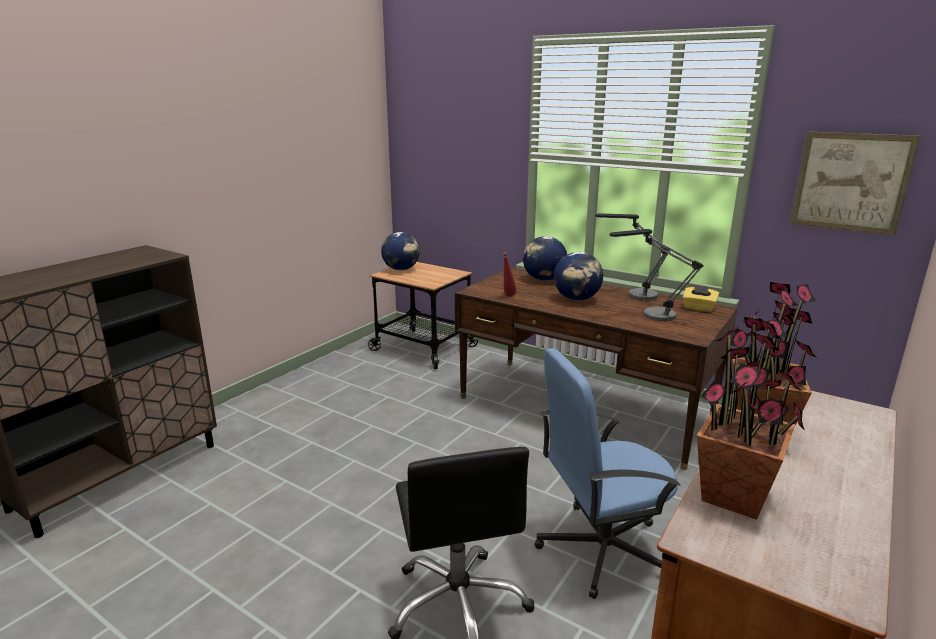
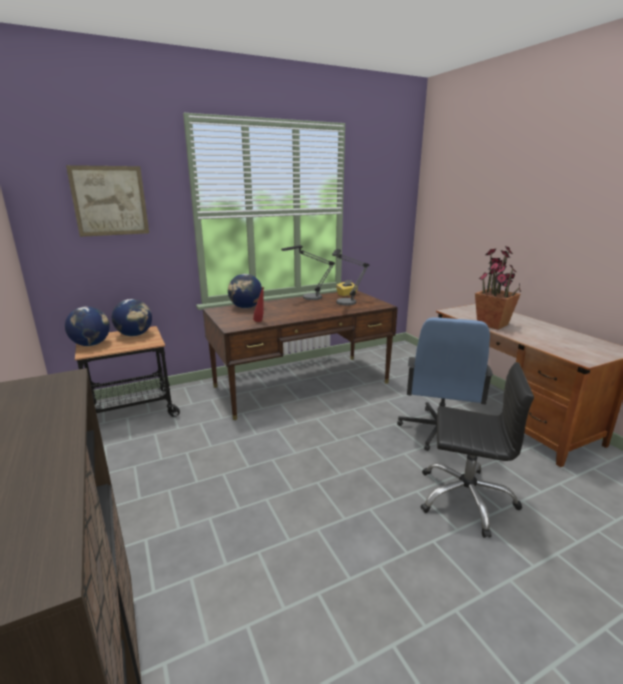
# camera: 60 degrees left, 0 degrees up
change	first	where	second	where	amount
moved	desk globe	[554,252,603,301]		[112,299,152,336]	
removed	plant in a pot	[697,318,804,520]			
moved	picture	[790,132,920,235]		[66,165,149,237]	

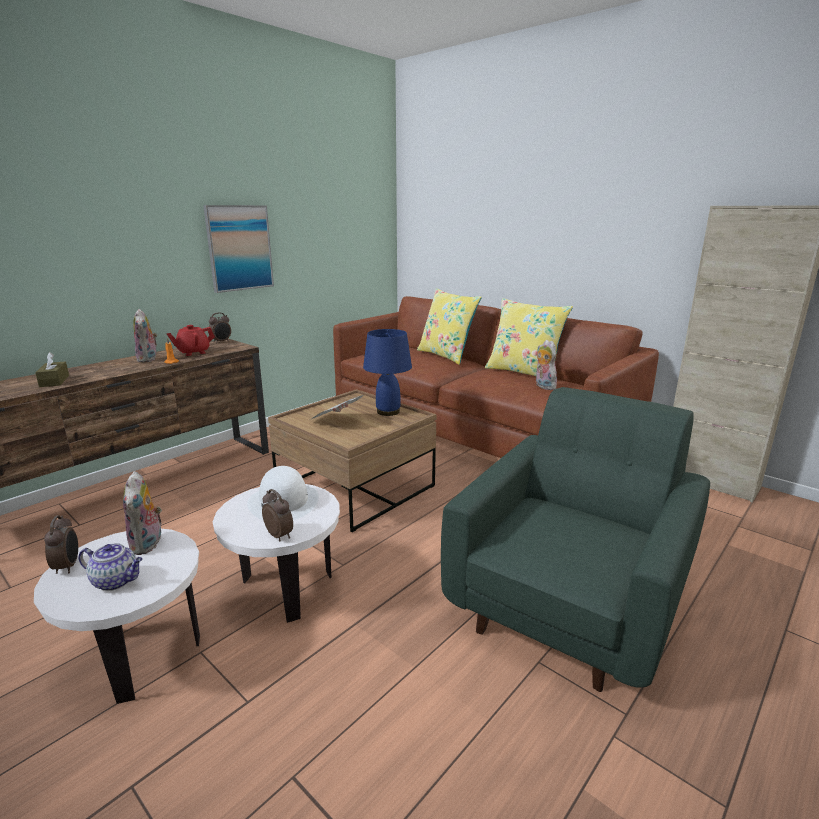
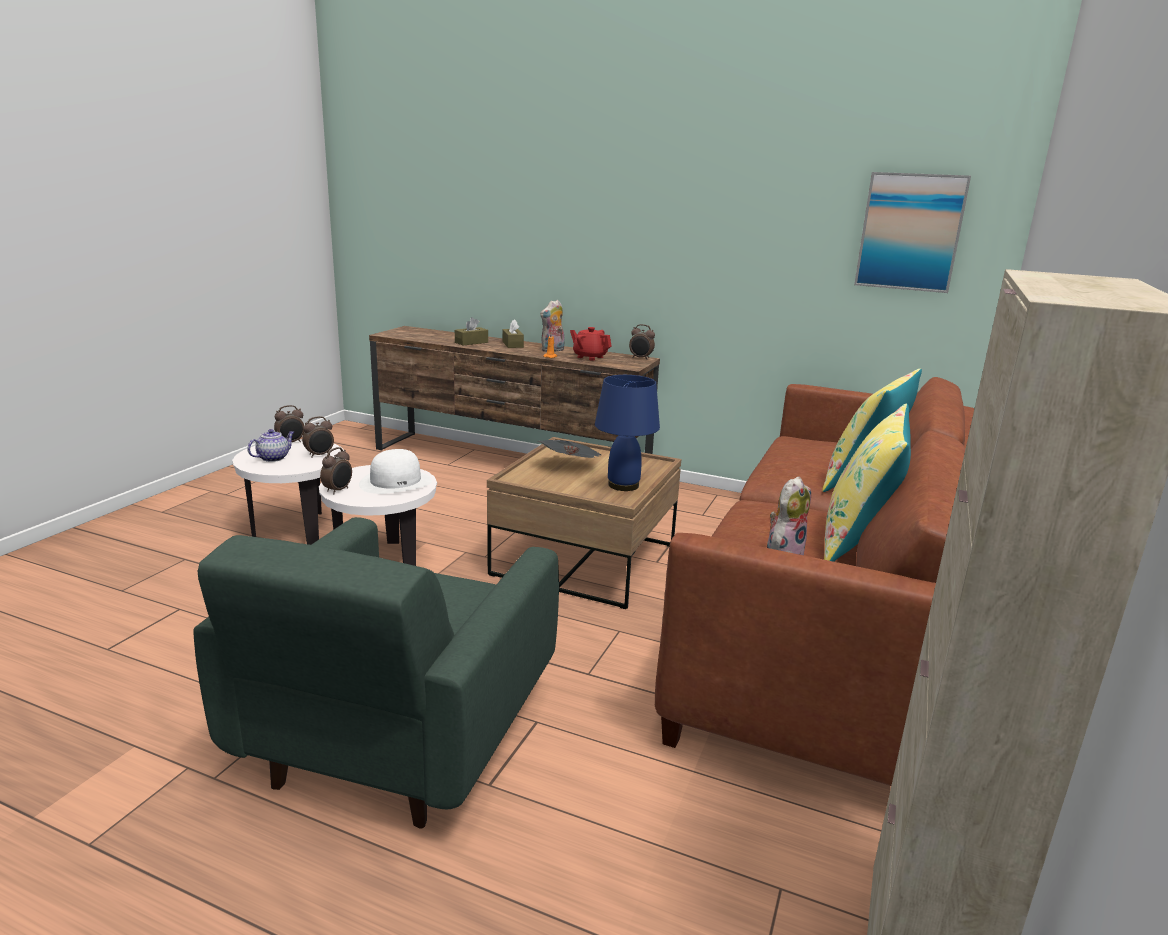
# camera: 70 degrees right, 0 degrees up
change	first	where	second	where	amount
turned	teapot	[78,543,143,591]		[247,429,294,462]	135 degrees counterclockwise
replaced	plush toy	[123,471,162,555]	alarm clock	[302,416,334,458]	
moved	picture	[203,205,274,293]		[854,172,971,293]	
turned	greenish armchair	[441,387,710,692]		[193,517,559,828]	90 degrees clockwise
added			brown-coloured box of tissues	[502,319,524,348]	

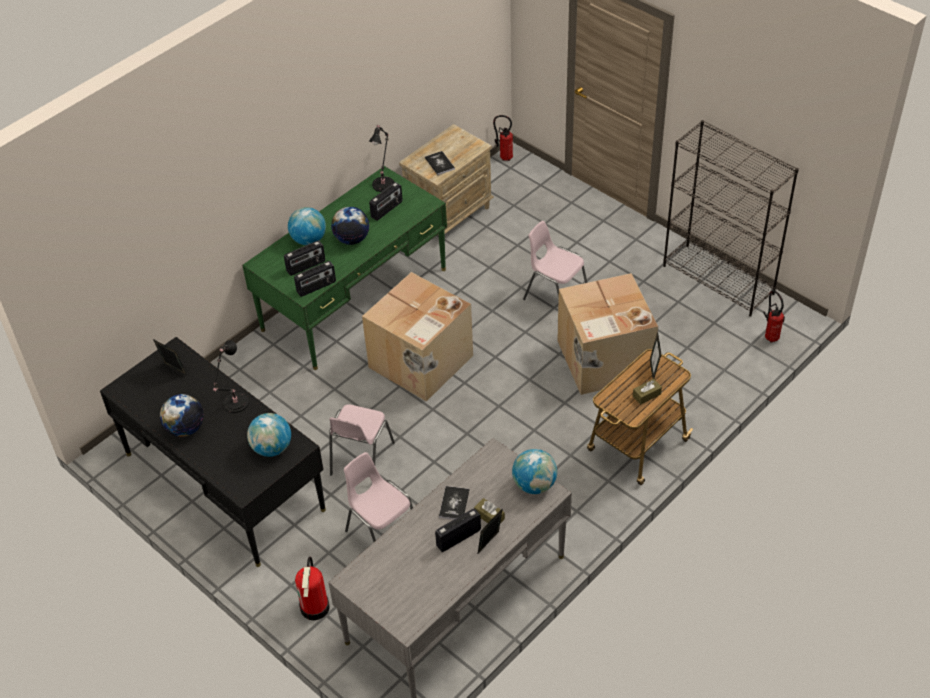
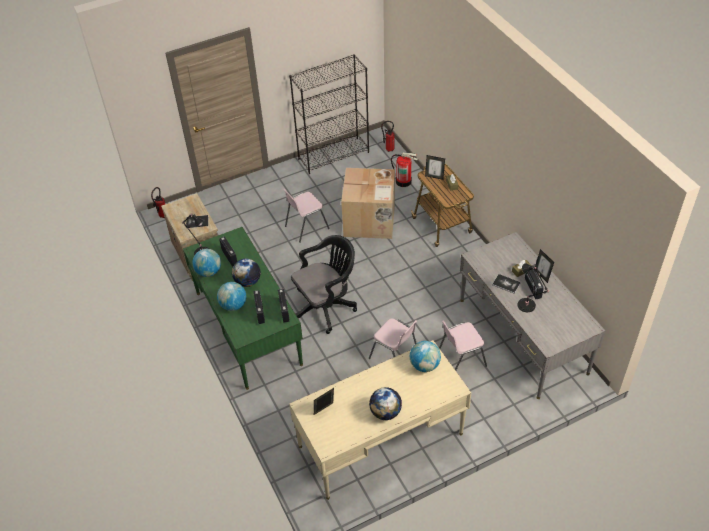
# camera: 70 degrees left, 0 degrees up
change	first	where	second	where	amount
recoloured	blackish desk table	[100,337,326,567]	beige desk table	[289,340,471,500]	
moved	blackish tabletop lamp	[213,340,249,413]		[517,263,549,312]	
moved	fire extinguisher	[295,556,330,620]		[391,153,418,187]	
replaced	carton	[362,272,473,402]	blackish desk chair	[291,235,357,334]	
moved	desk globe	[512,449,557,494]		[193,249,221,277]	

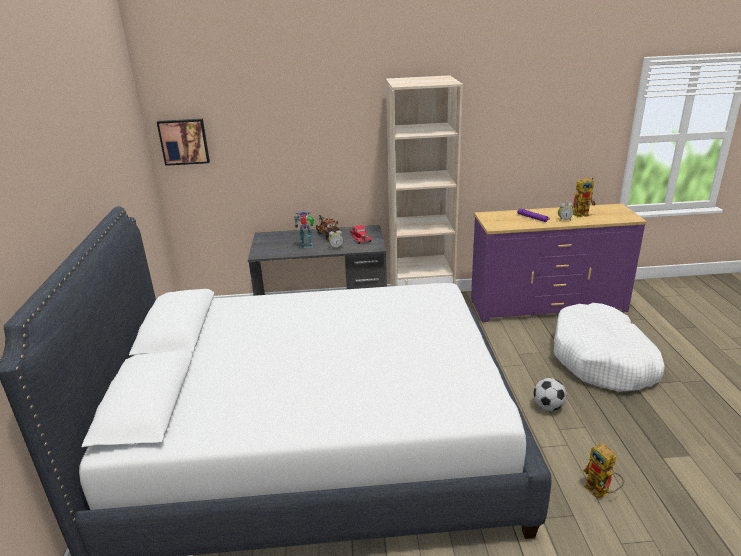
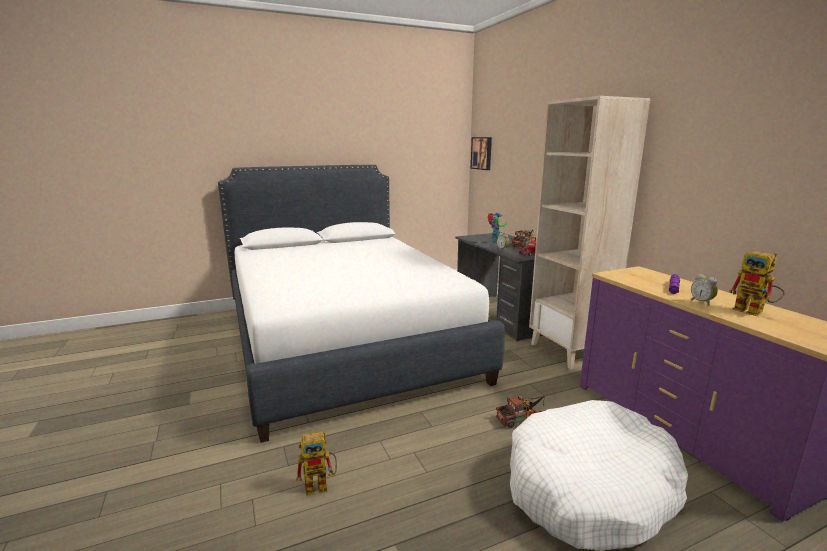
# camera: 70 degrees right, 10 degrees down
change	first	where	second	where	amount
removed	ball for football	[534,378,567,411]			
turned	model robot	[583,443,624,499]		[296,431,337,496]	150 degrees counterclockwise
added			toy lorry	[496,395,545,428]	

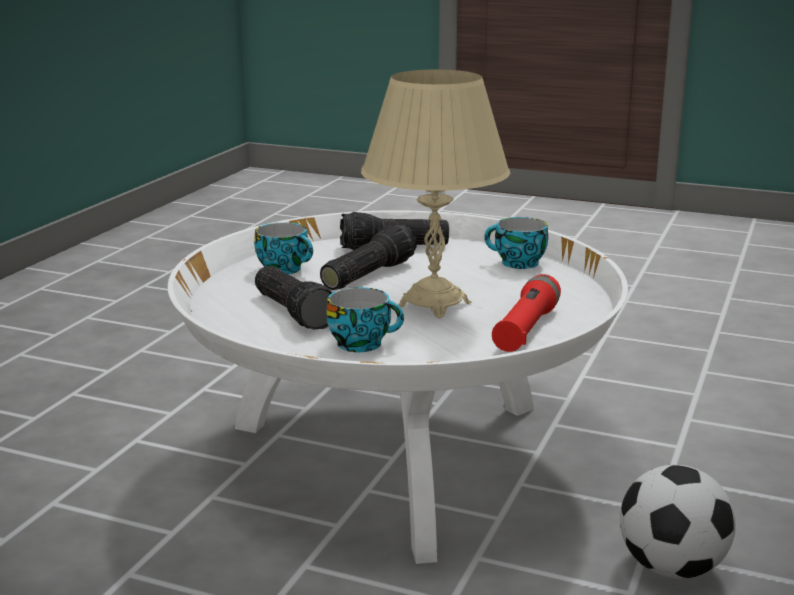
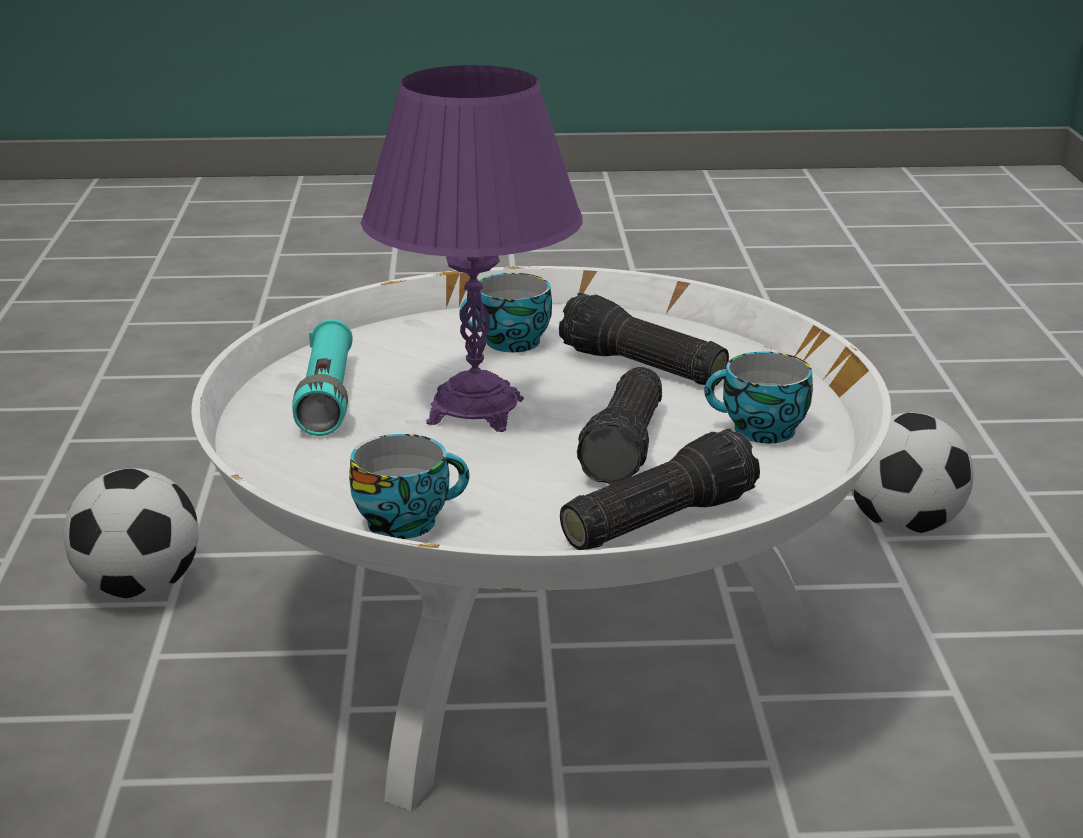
# camera: 155 degrees right, 5 degrees up
change	first	where	second	where	amount
recoloured	beige tabletop lamp	[361,70,510,318]	purplish tabletop lamp	[361,65,583,432]	
recoloured	reddish torch	[492,274,561,352]	turquoise torch	[292,319,353,436]	
added			ball for football	[851,413,974,534]	

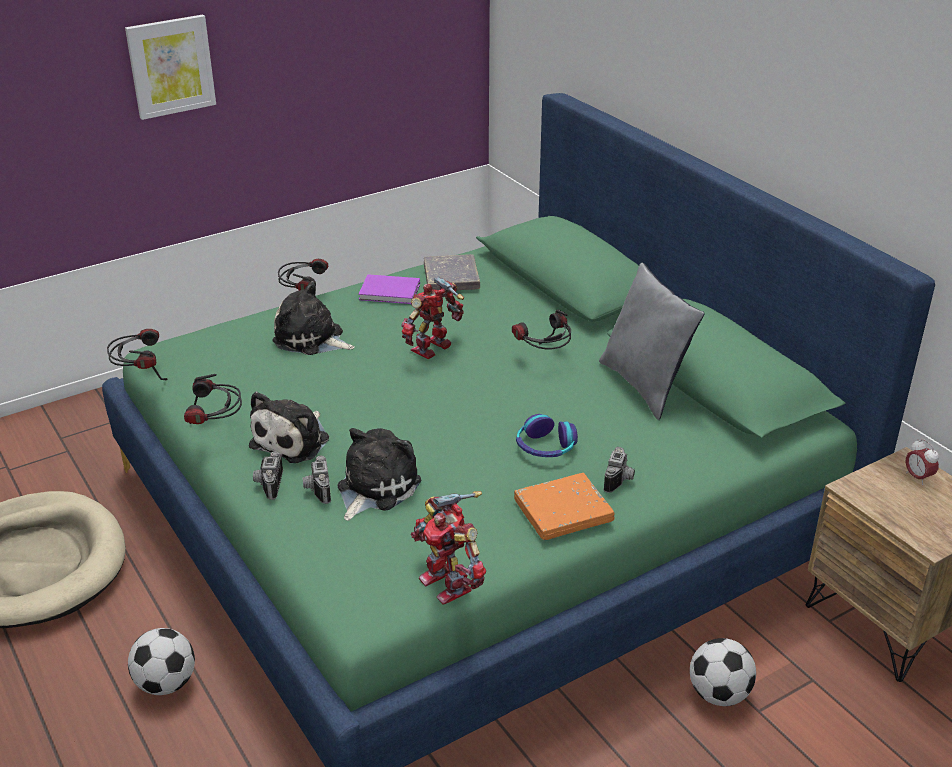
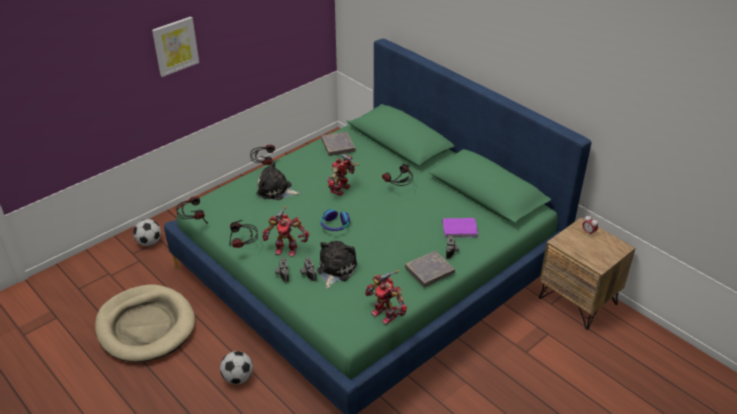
# camera: 10 degrees left, 5 degrees up
change	first	where	second	where	amount
replaced	plush toy	[249,391,329,463]	model robot	[262,206,309,257]	
moved	purplish book	[358,274,420,304]		[443,218,478,237]	
recoloured	orangey book	[514,473,615,540]	grey book	[405,251,455,287]	
moved	pair of headphones	[516,414,578,457]		[321,209,350,231]	
removed	grey cushion	[599,262,705,420]			
moved	ball for football	[690,638,756,706]		[133,219,161,246]	

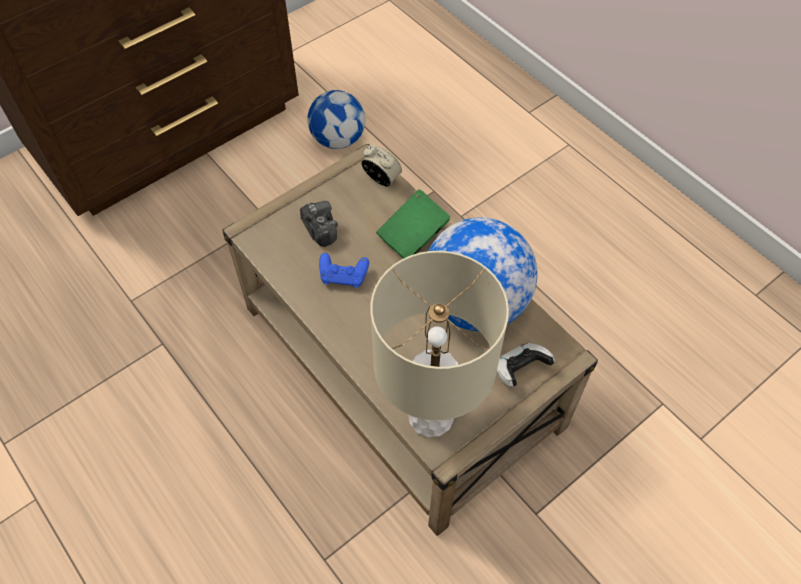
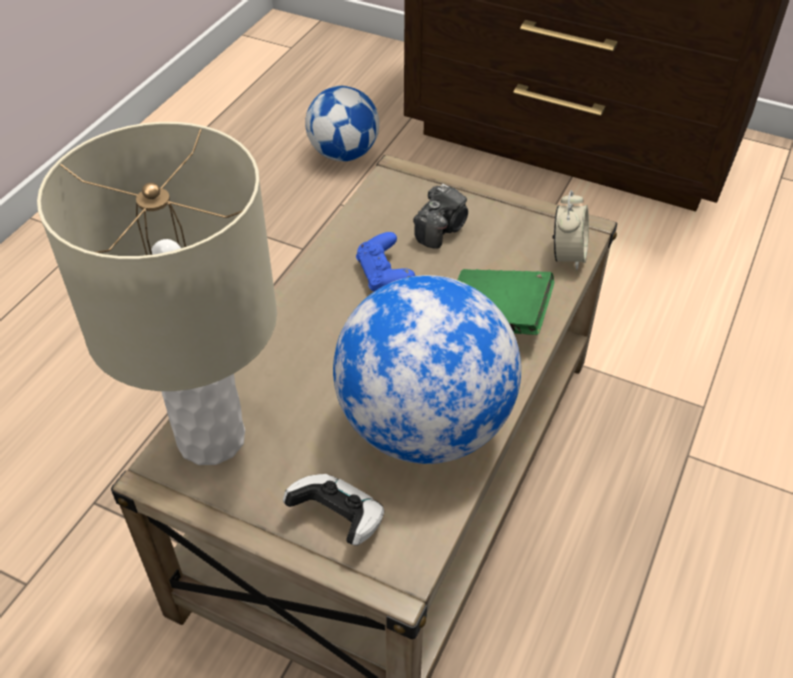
# camera: 65 degrees right, 10 degrees down
change	first	where	second	where	amount
moved	ball for football	[307,90,365,149]		[305,86,379,161]	

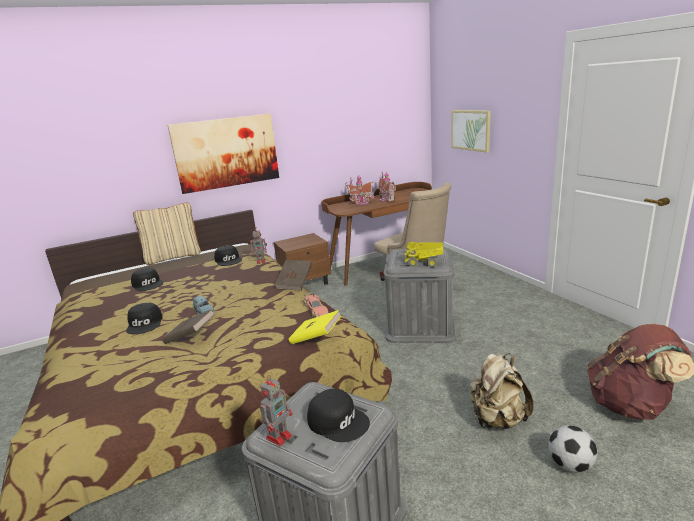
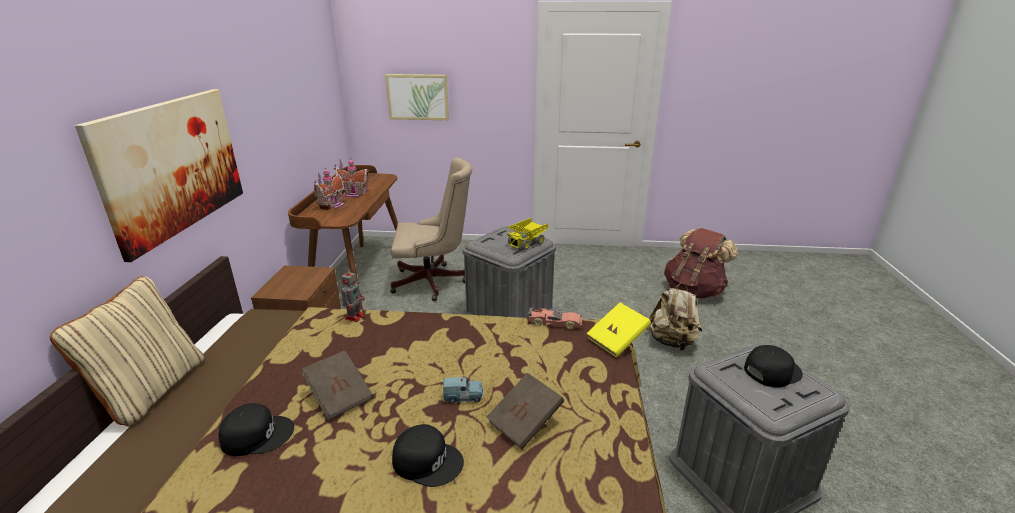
# camera: 60 degrees left, 5 degrees up
change	first	where	second	where	amount
removed	blackish peaked cap	[214,245,242,266]			
removed	model robot	[260,375,293,446]			
moved	brown-coloured book	[275,260,312,291]		[302,351,373,420]	
removed	ball for football	[548,425,597,473]			

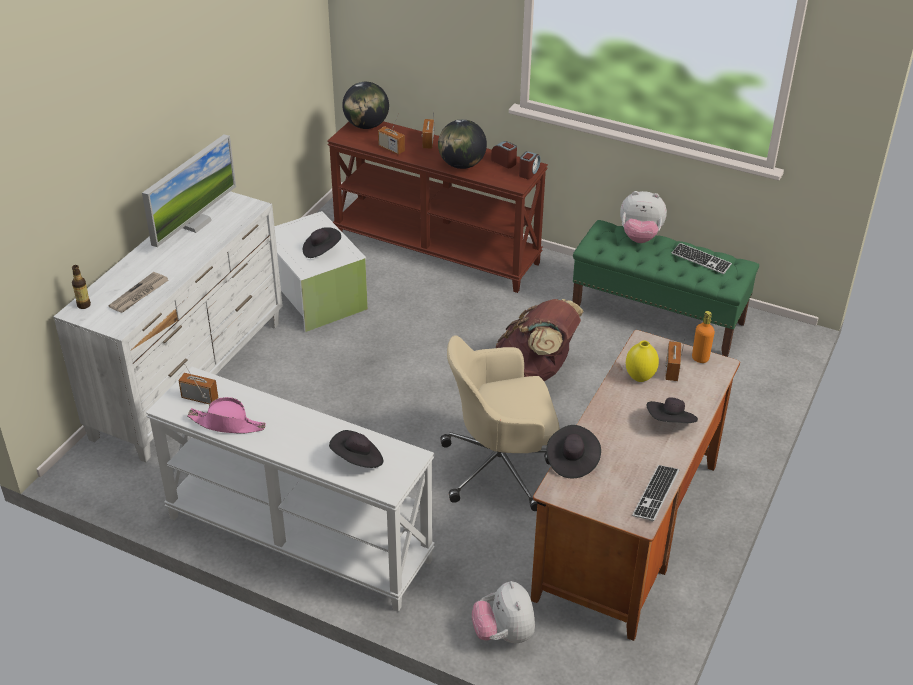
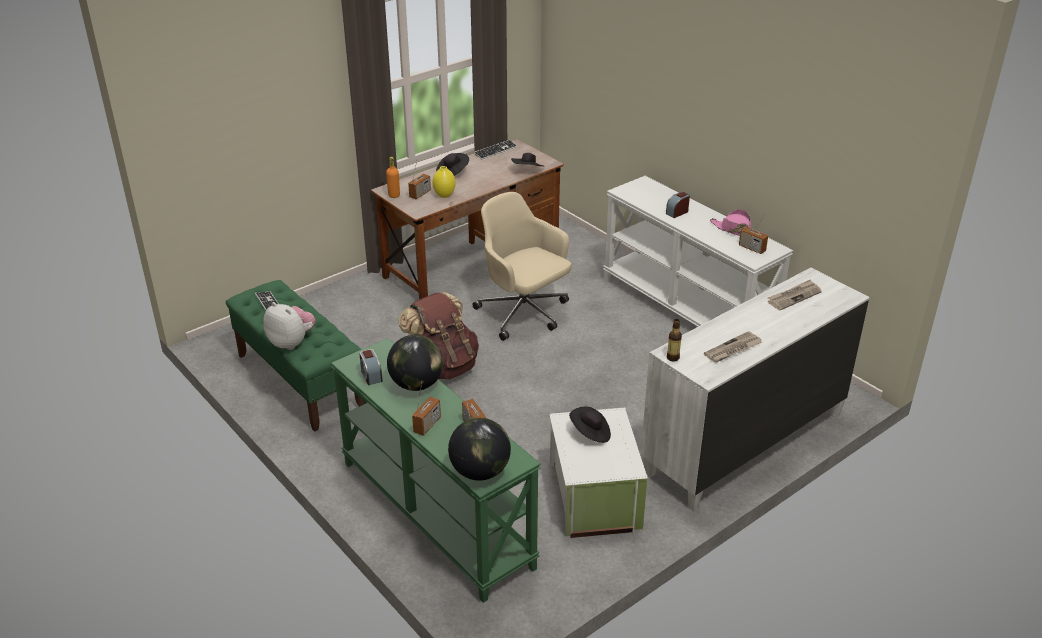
# camera: 155 degrees left, 5 degrees down
change	first	where	second	where	amount
moved	drink bottle	[72,265,91,309]		[667,319,682,361]	
replaced	monitor	[142,134,236,247]	newspaper	[704,331,762,362]	
recoloured	brown-coloured hall table	[327,121,548,293]	greenish hall table	[331,338,541,603]	
removed	blackish wearable hat	[329,430,384,468]			
turned	beige desk chair	[440,335,560,511]		[473,192,572,341]	150 degrees counterclockwise
removed	plush toy	[472,581,535,643]			
moved	alarm clock	[519,151,541,179]		[666,192,690,218]	

